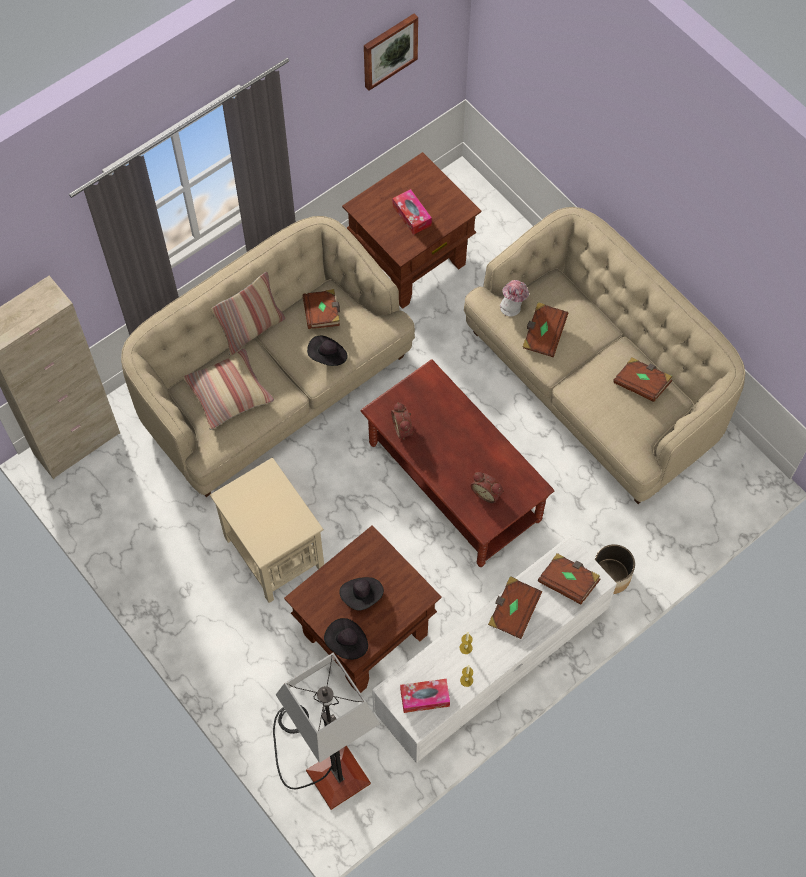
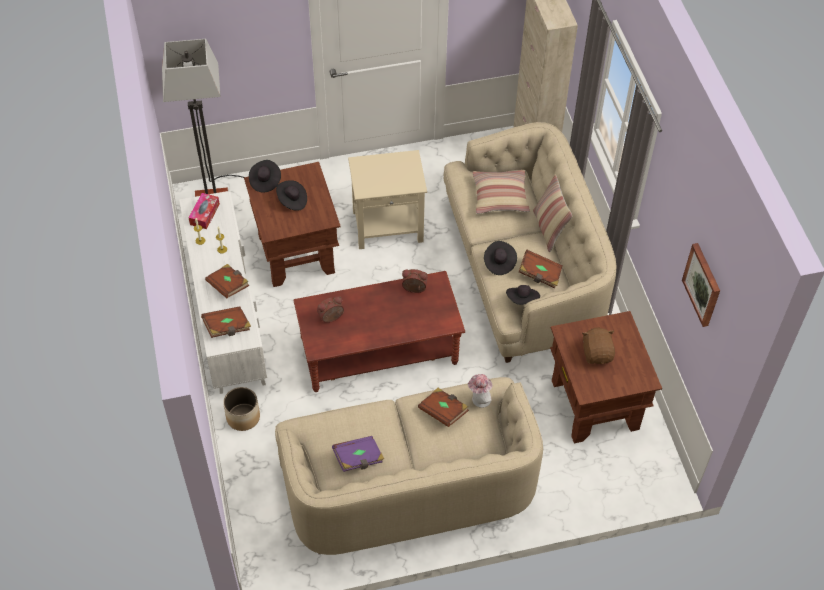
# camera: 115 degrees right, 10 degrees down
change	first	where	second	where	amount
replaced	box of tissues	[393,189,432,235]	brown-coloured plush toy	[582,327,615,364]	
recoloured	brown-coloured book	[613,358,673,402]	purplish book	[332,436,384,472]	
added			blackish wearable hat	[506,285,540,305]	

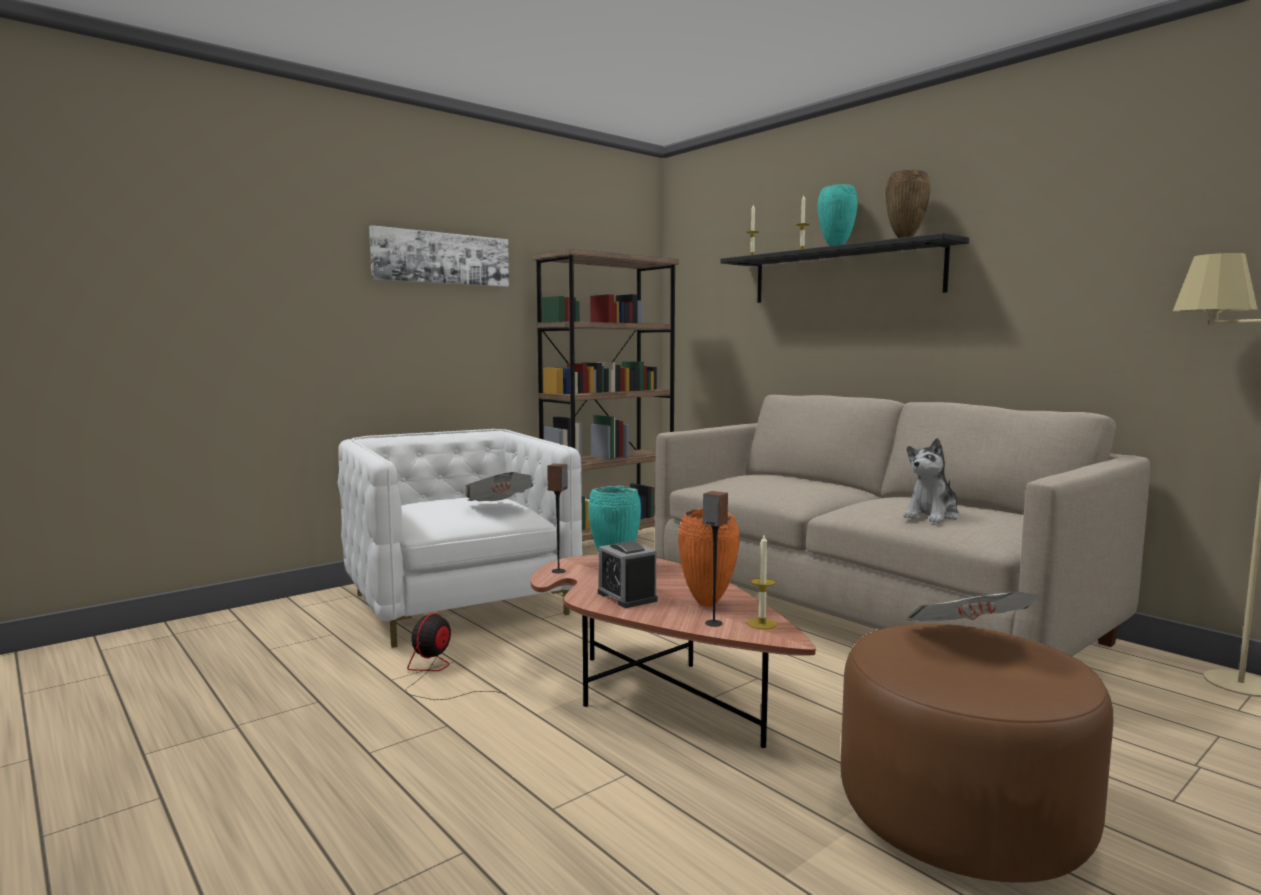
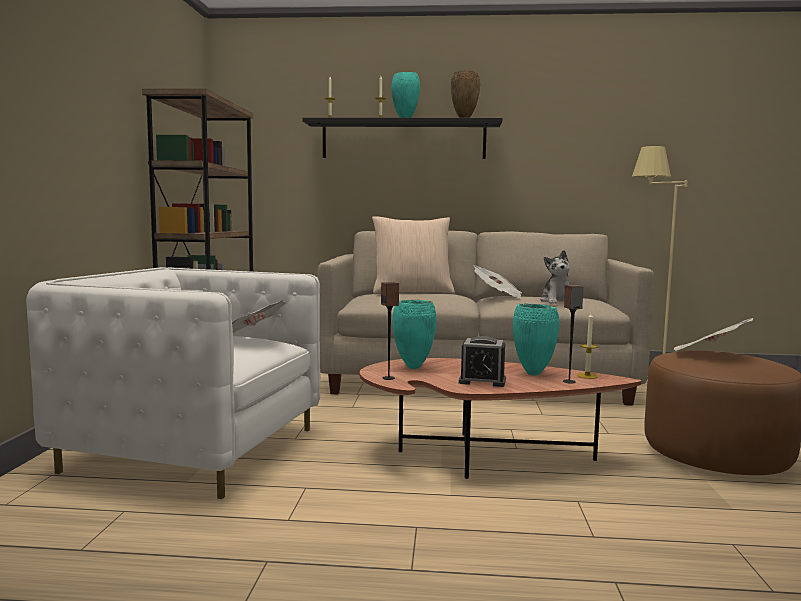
# camera: 45 degrees left, 0 degrees up
change	first	where	second	where	amount
removed	picture	[369,225,509,287]			
removed	electric fan	[406,613,506,700]			
recoloured	orangey vase	[678,508,739,607]	turquoise vase	[513,304,559,375]	
added			beige cushion	[372,216,455,294]	
added			newspaper	[473,265,522,299]	

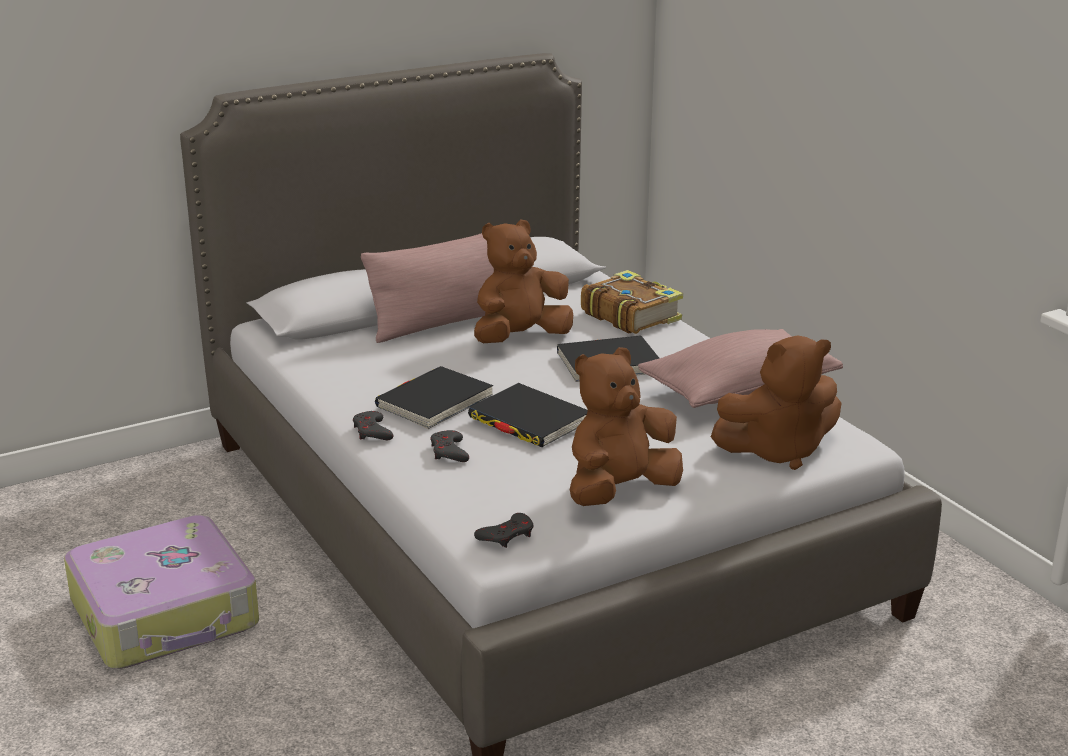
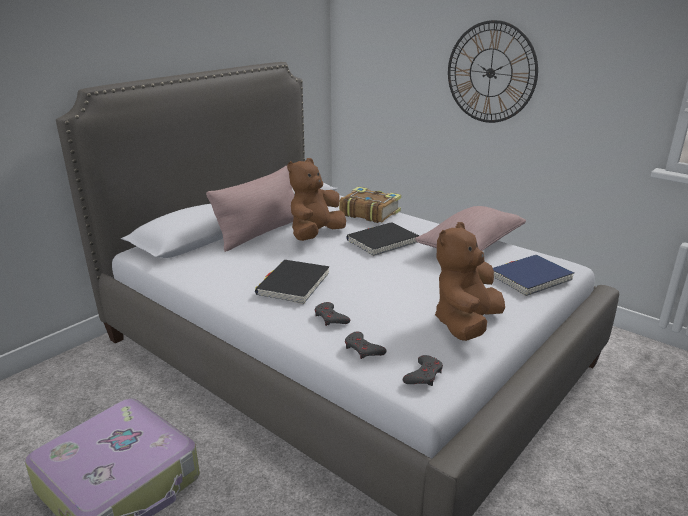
# camera: 20 degrees left, 0 degrees up
change	first	where	second	where	amount
moved	grey joypad	[353,411,394,440]		[345,332,386,359]	
removed	blackish book	[468,383,587,447]			
replaced	brown-coloured plush toy	[711,335,842,470]	bluish book	[493,255,574,296]	
added			wall clock	[448,20,538,123]	

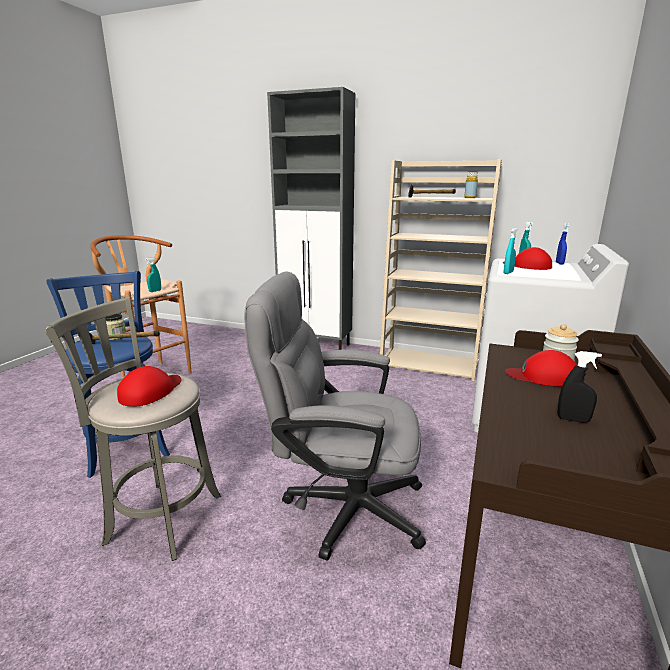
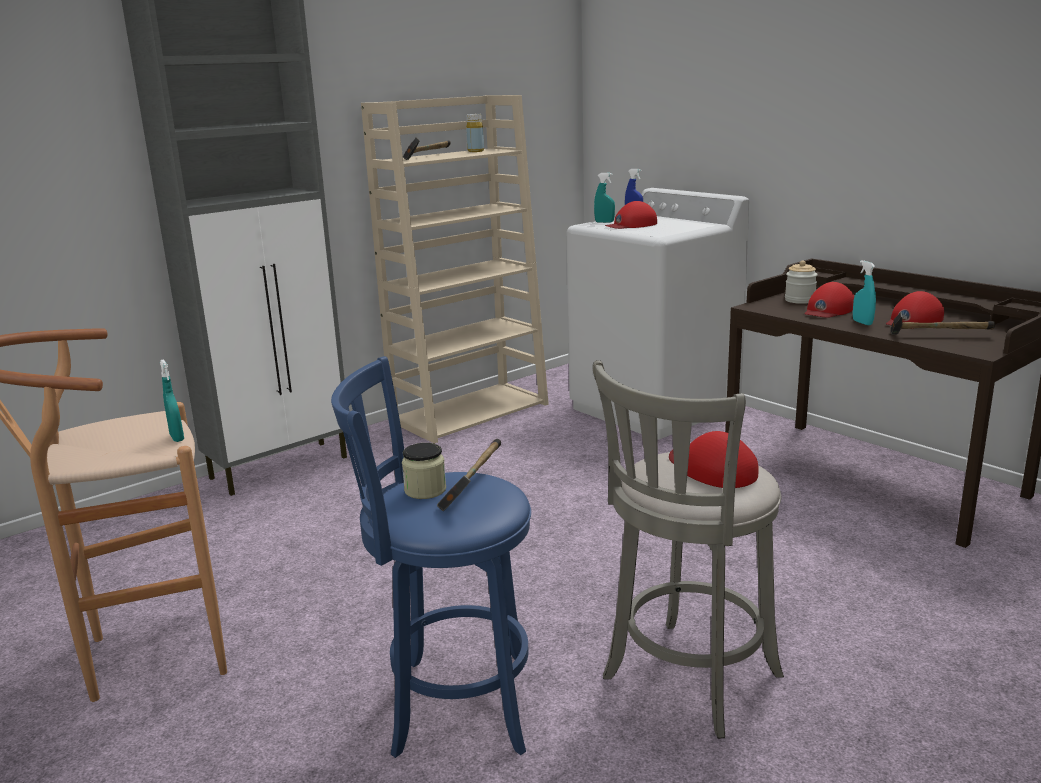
# camera: 60 degrees left, 0 degrees up
change	first	where	second	where	amount
removed	grey desk chair	[244,271,426,561]			
moved	turquoise hand sprayer	[504,228,518,274]		[853,260,876,325]	
replaced	blackish hand sprayer	[558,351,602,423]	reddish peaked cap	[886,291,944,329]	
added			tool hammer	[890,312,995,334]	

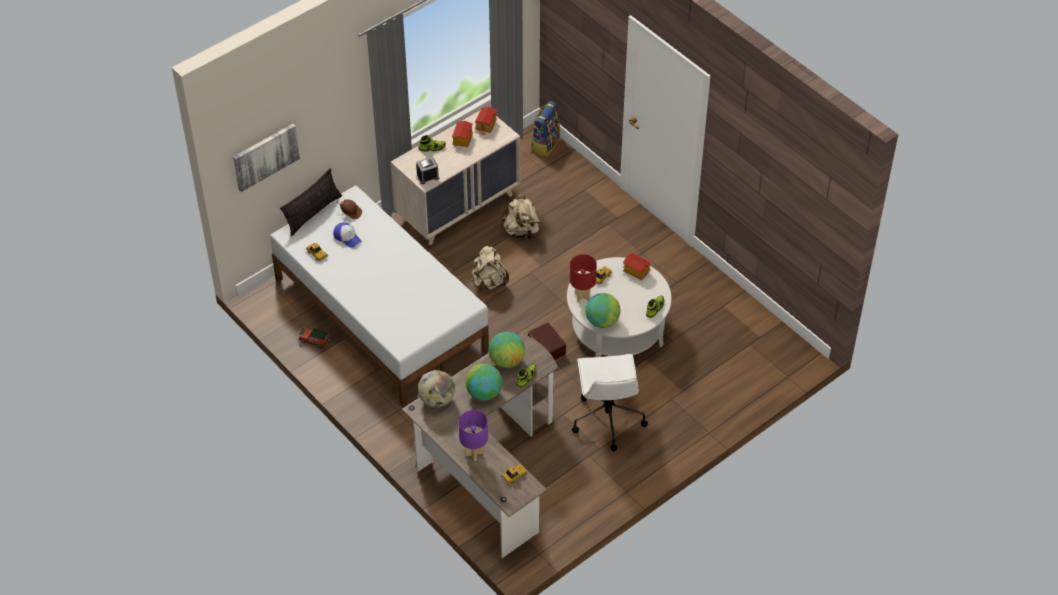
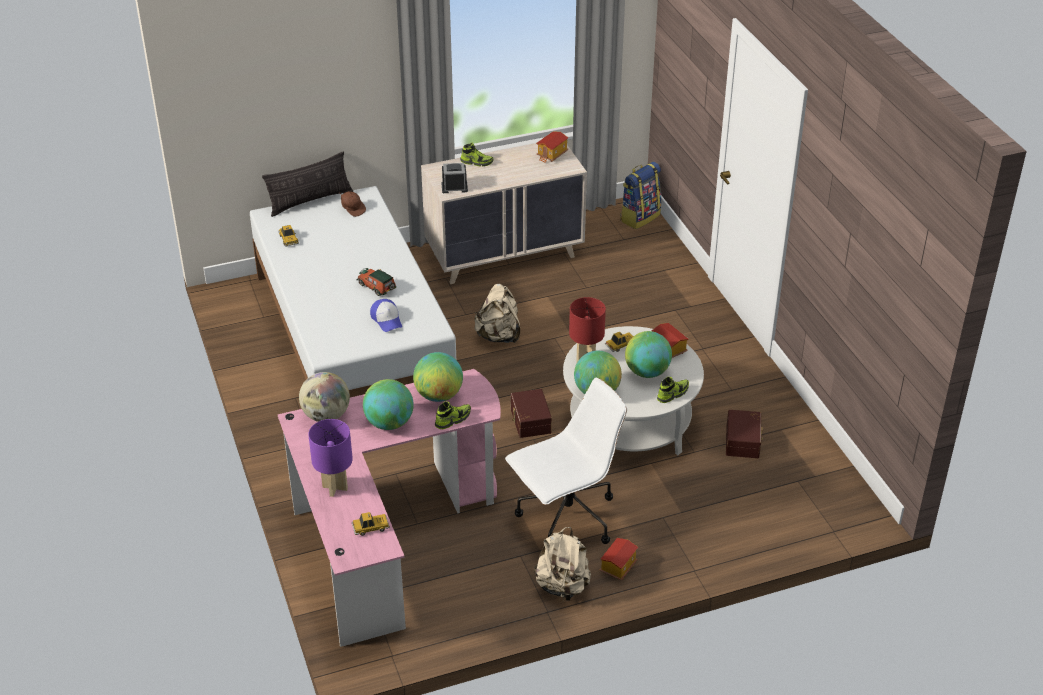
# camera: 20 degrees right, 10 degrees down
change	first	where	second	where	amount
removed	picture	[233,124,300,192]			
moved	toy car	[299,327,331,348]		[356,268,396,296]	
moved	peaked cap	[333,222,361,248]		[370,299,402,332]	
recoloured	brown-coloured desk table	[402,333,558,558]	pink desk table	[278,369,501,647]	
moved	miniature house	[452,121,473,148]		[600,538,638,580]	
moved	beige knapsack	[500,194,540,240]		[534,527,591,602]	
turned	white-coloured desk chair	[572,354,648,451]		[505,378,627,544]	135 degrees counterclockwise
added			desk globe	[625,331,672,378]	
added			brown-coloured storage bin	[726,410,763,458]	

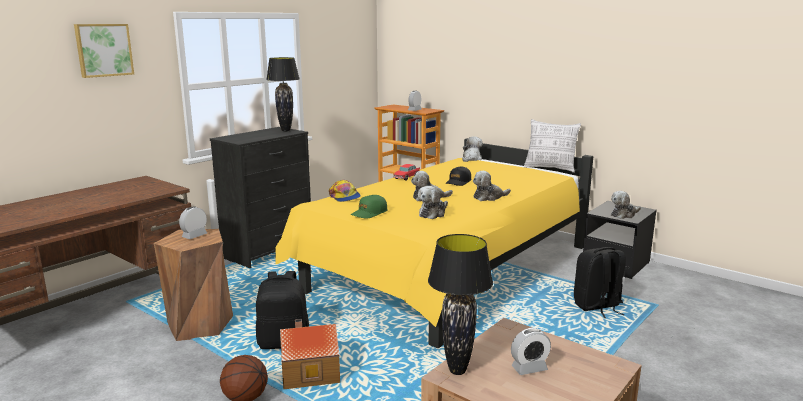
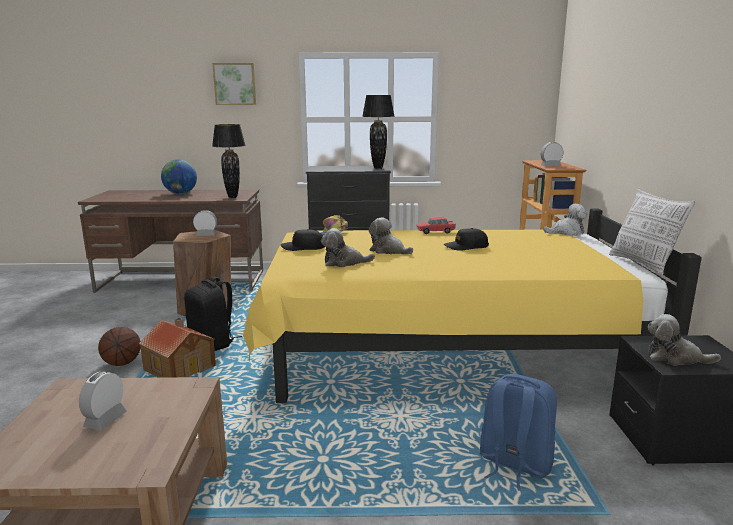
# camera: 50 degrees right, 0 degrees up
change	first	where	second	where	amount
recoloured	greenish peaked cap	[351,195,388,218]	blackish peaked cap	[281,229,325,251]	
moved	blackish tabletop lamp	[428,234,493,375]		[212,124,246,198]	
removed	plush toy	[473,171,511,201]			
turned	alarm clock	[511,328,551,375]		[79,371,127,430]	75 degrees clockwise
recoloured	blackish knapsack	[574,247,626,318]	bluish knapsack	[480,374,557,491]	
added			desk globe	[161,159,197,194]	

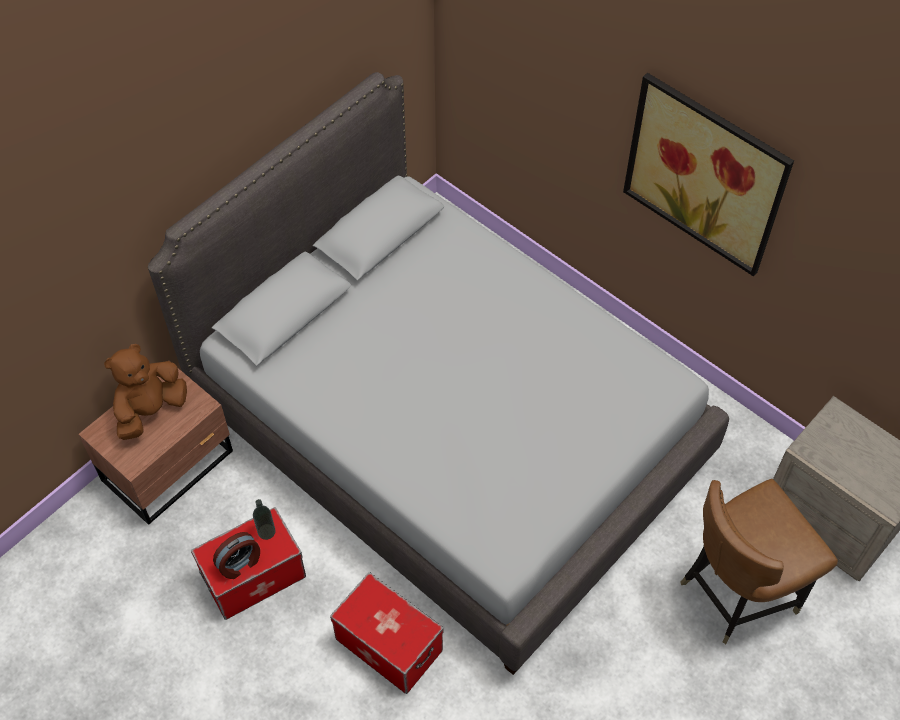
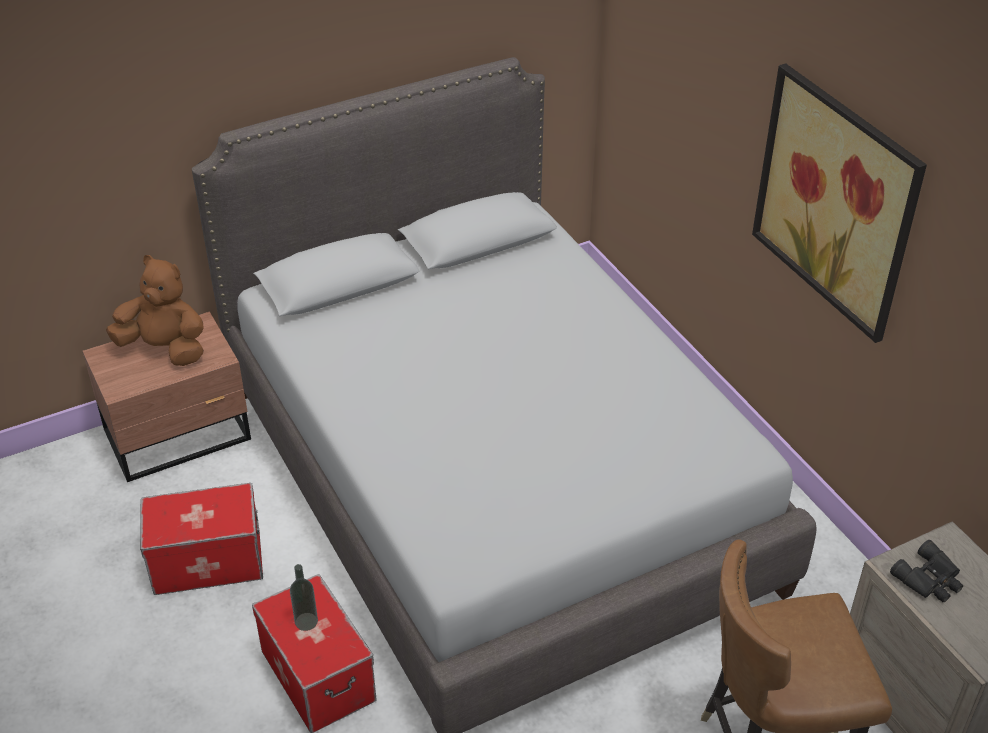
# camera: 20 degrees right, 15 degrees down
change	first	where	second	where	amount
turned	brown-coloured plush toy	[104,344,187,440]		[106,255,204,366]	45 degrees clockwise
removed	alarm clock	[213,532,260,579]			
moved	drink bottle	[253,499,276,540]		[290,564,318,631]	
added			blackish pair of binoculars	[890,540,963,602]	

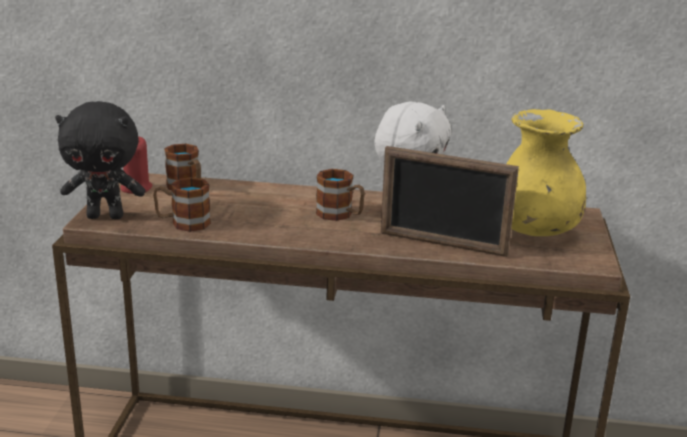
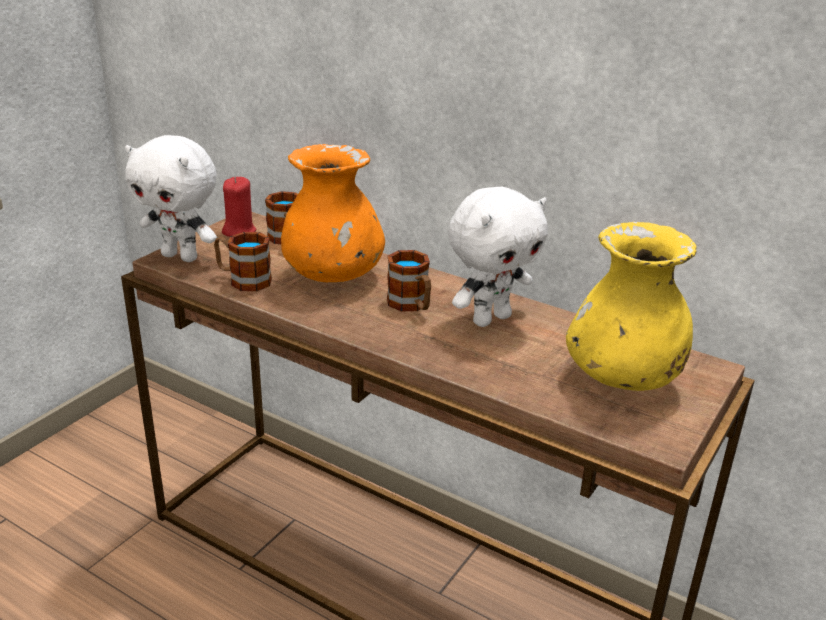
# camera: 25 degrees right, 5 degrees up
change	first	where	second	where	amount
recoloured	blackish plush toy	[55,101,146,219]	white-coloured plush toy	[125,135,217,262]	
removed	picture frame	[381,146,519,257]			
added			orangey vase	[281,144,385,282]	

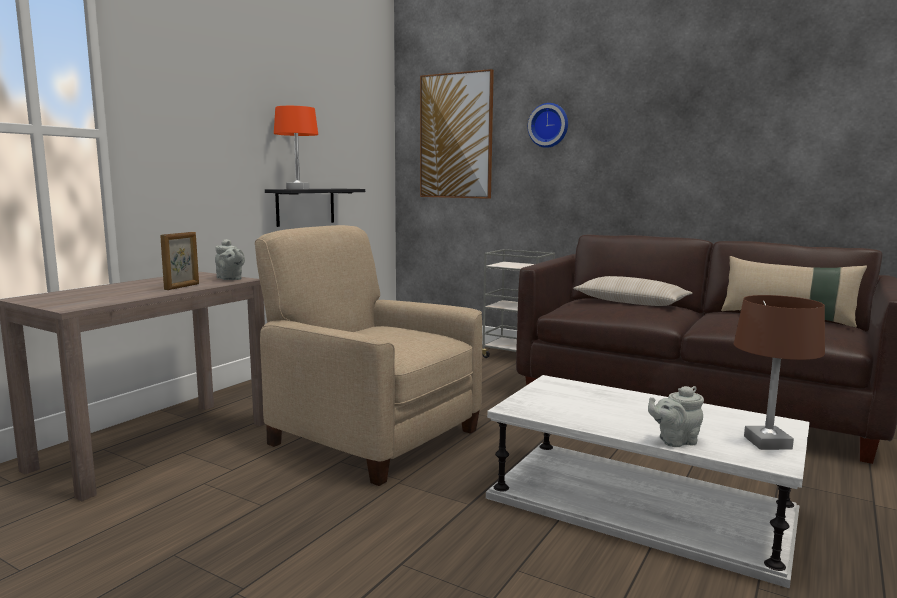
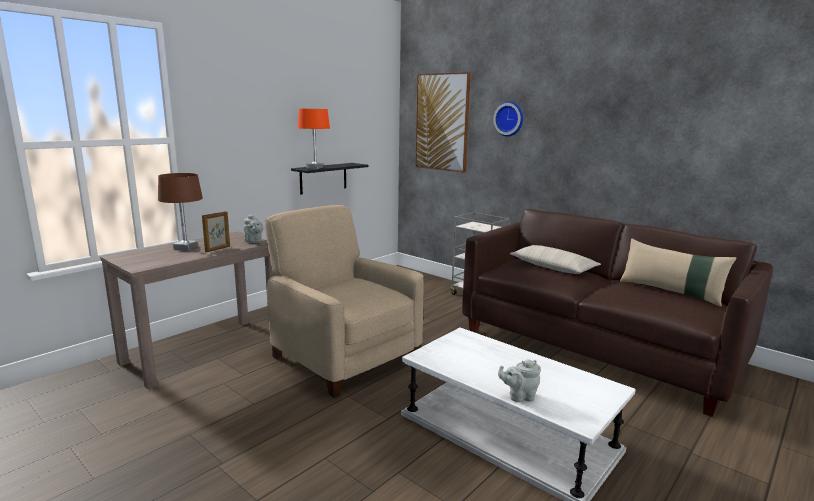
# camera: 10 degrees right, 5 degrees up
change	first	where	second	where	amount
moved	brown-coloured tabletop lamp	[734,295,825,450]		[158,173,203,251]	

